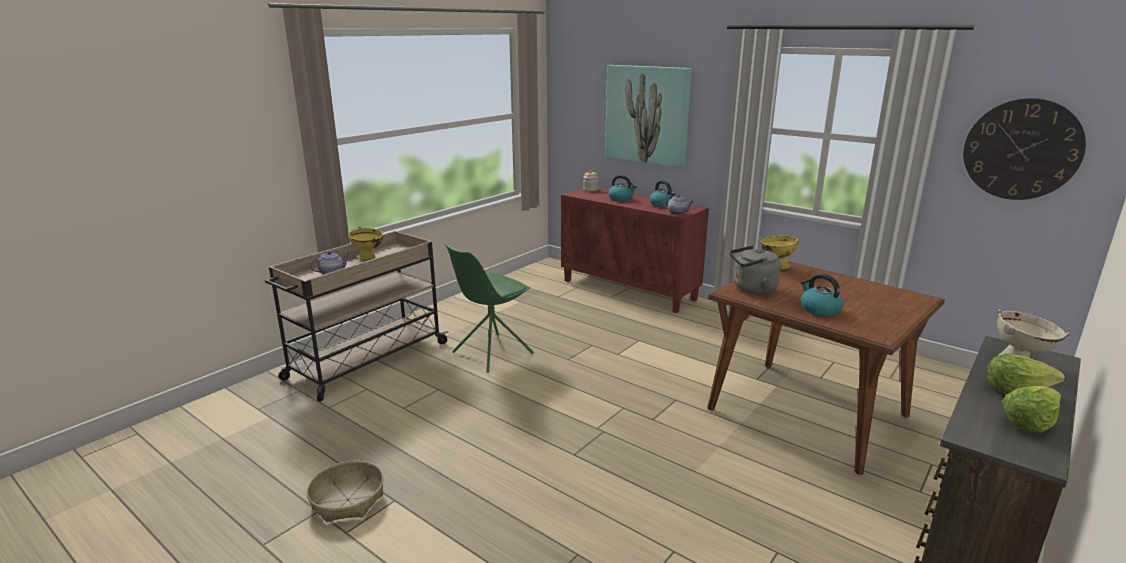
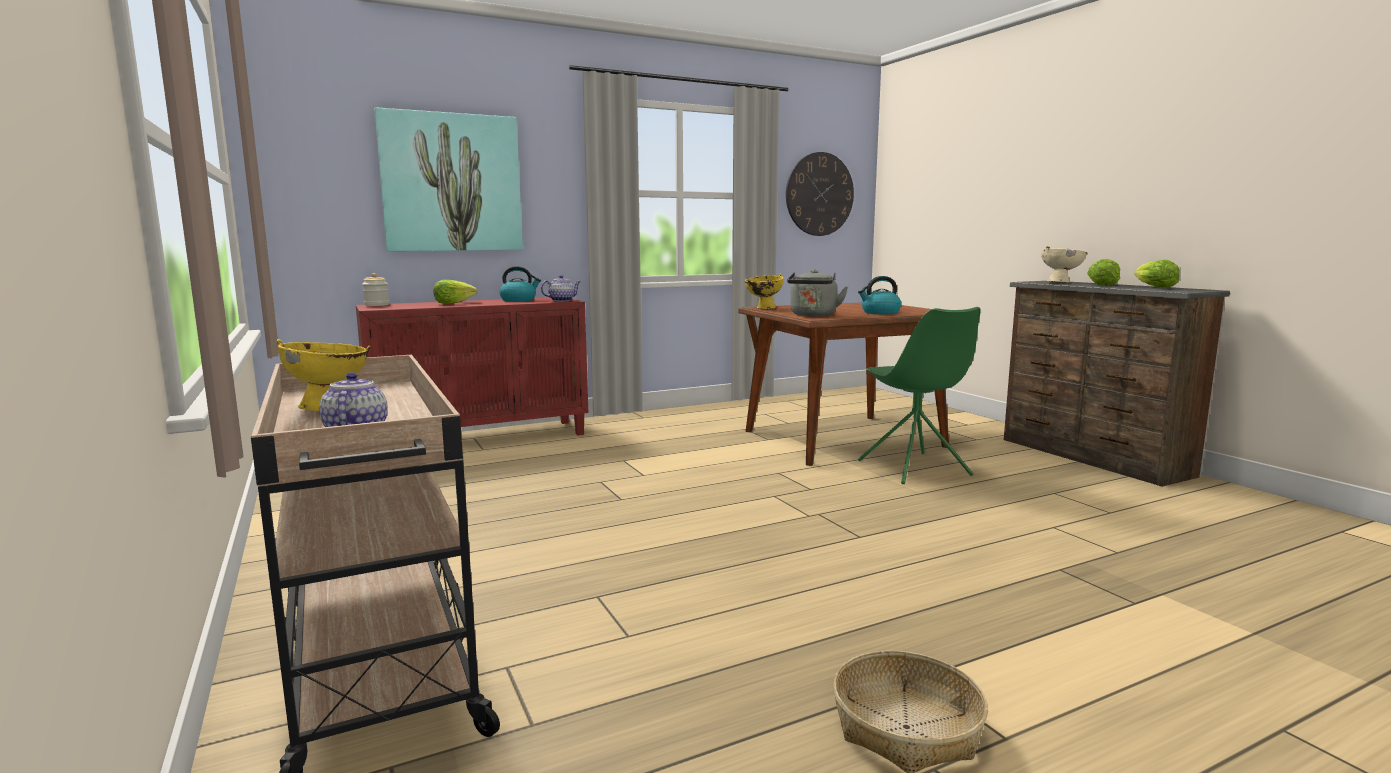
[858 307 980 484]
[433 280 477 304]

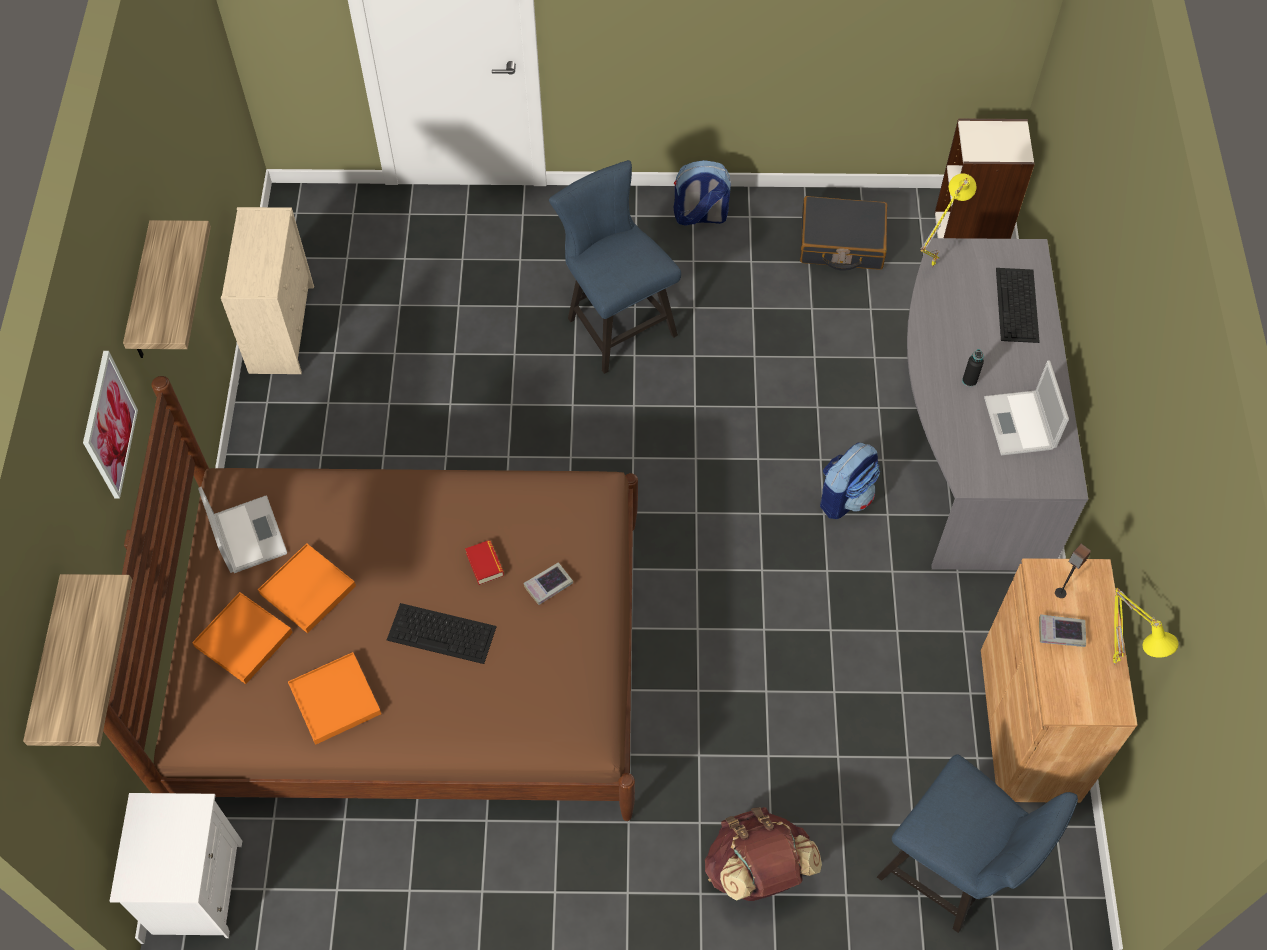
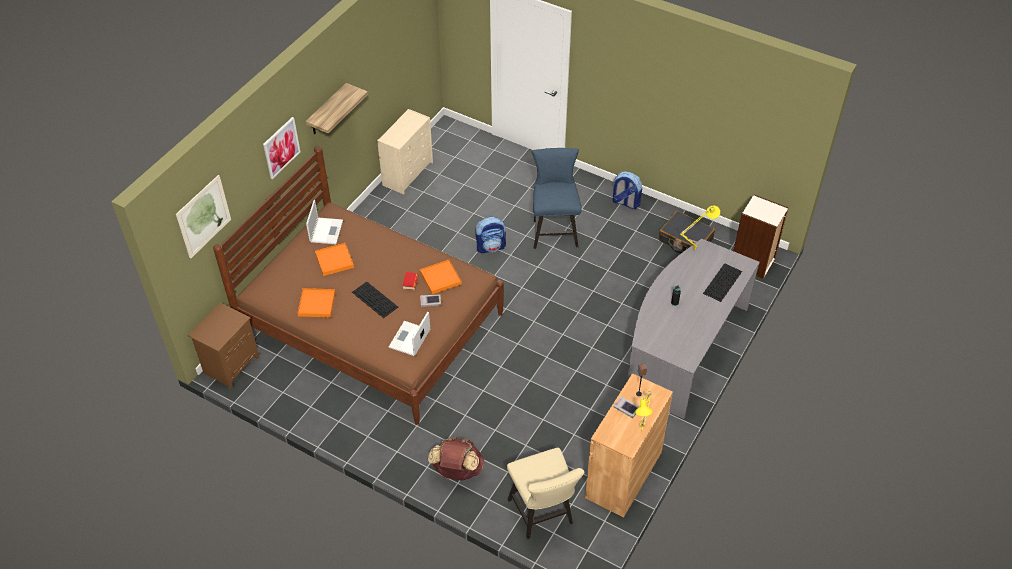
[420 260 462 294]
[475 217 506 253]
[389 312 430 356]
[176 175 231 259]
[188 303 259 389]
[507 448 585 539]

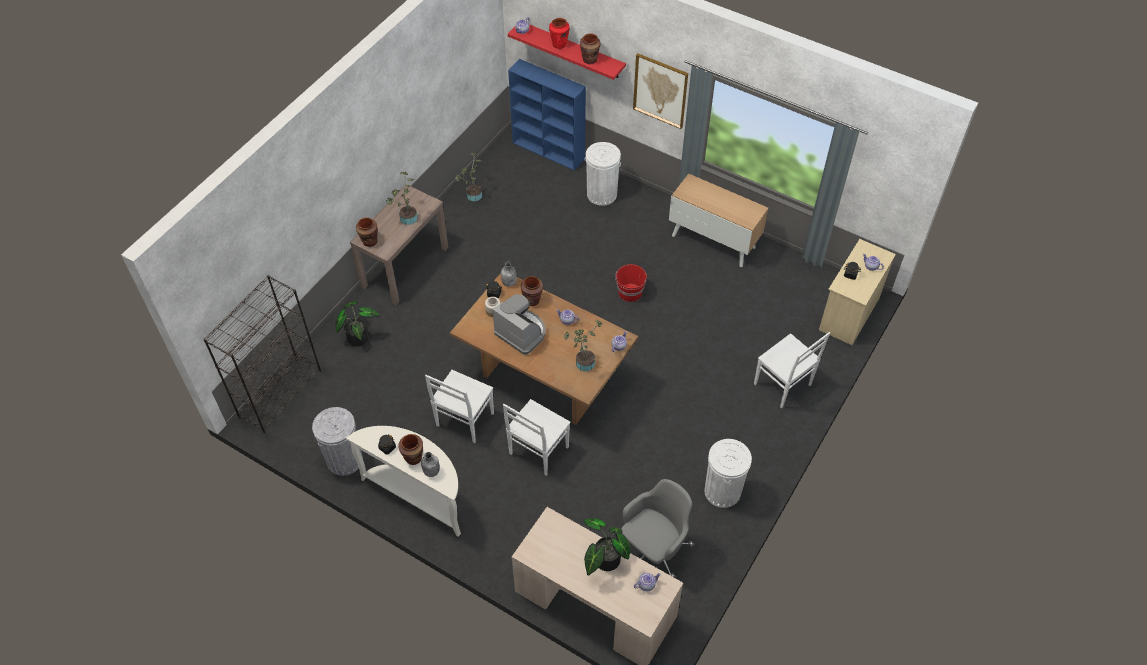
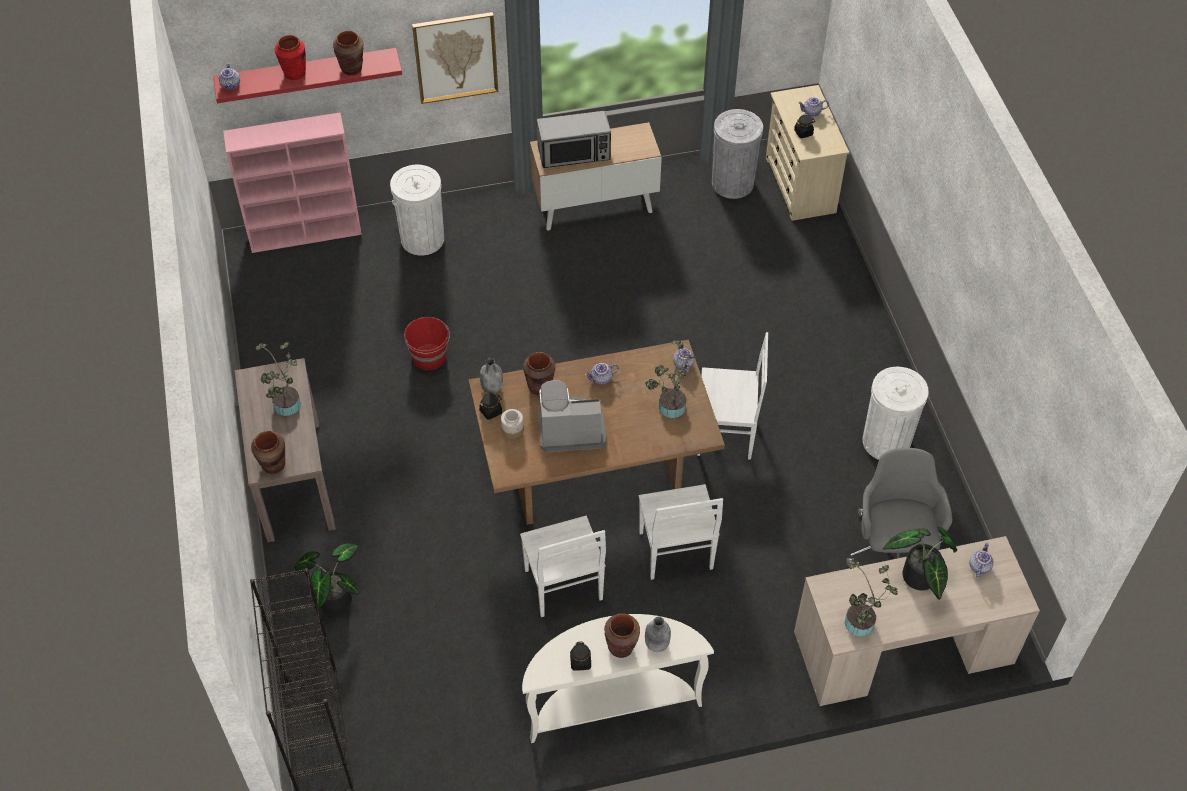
[537 111 611 168]
[712 109 763 199]
[845 560 898 637]
[404 317 450 370]
[697 332 768 460]
[223 113 362 253]

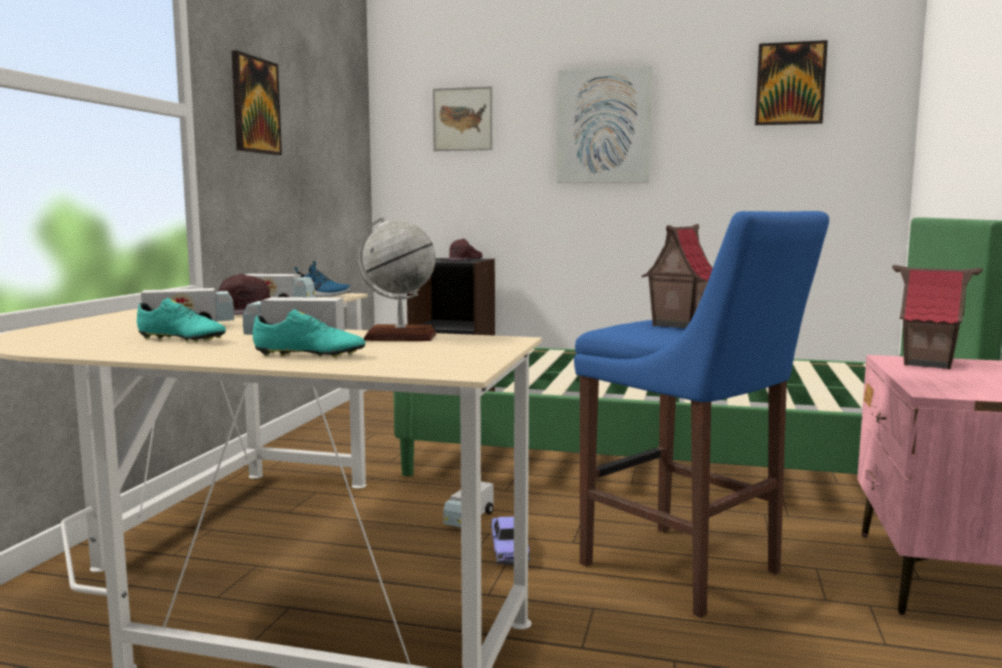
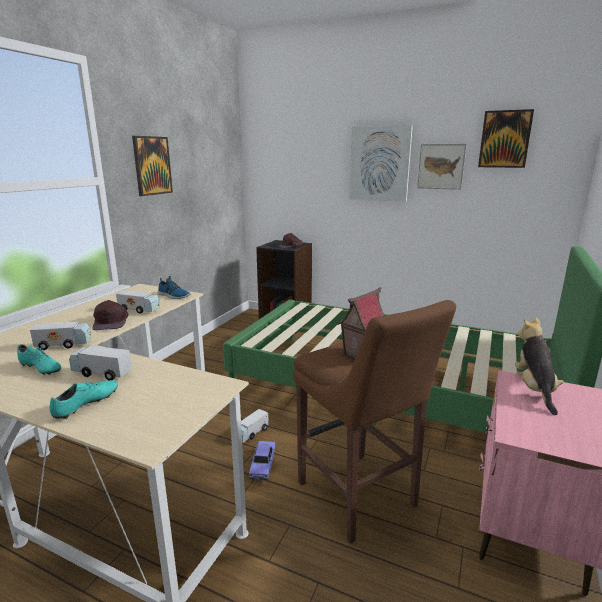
[356 217 436 341] (first image)
[417 144 467 190]
[515 317 564 415]
[293 300 456 544]
[50 380 118 419]

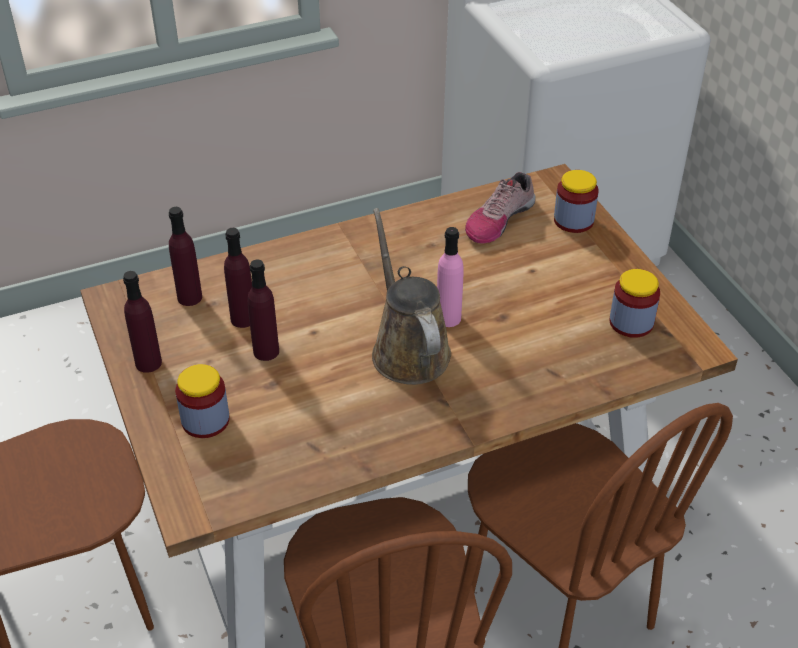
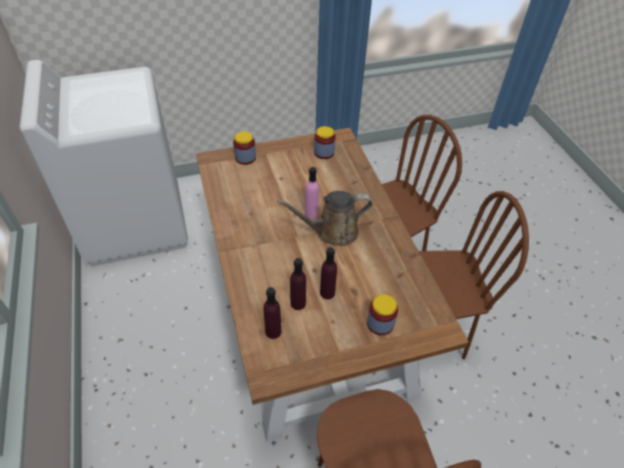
[123 271 162 373] (first image)
[465 172 536 244] (first image)

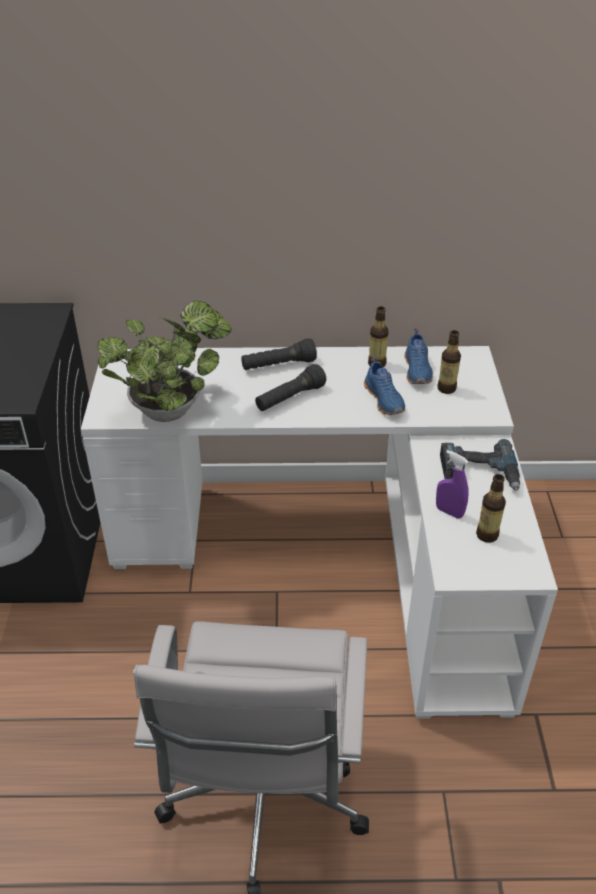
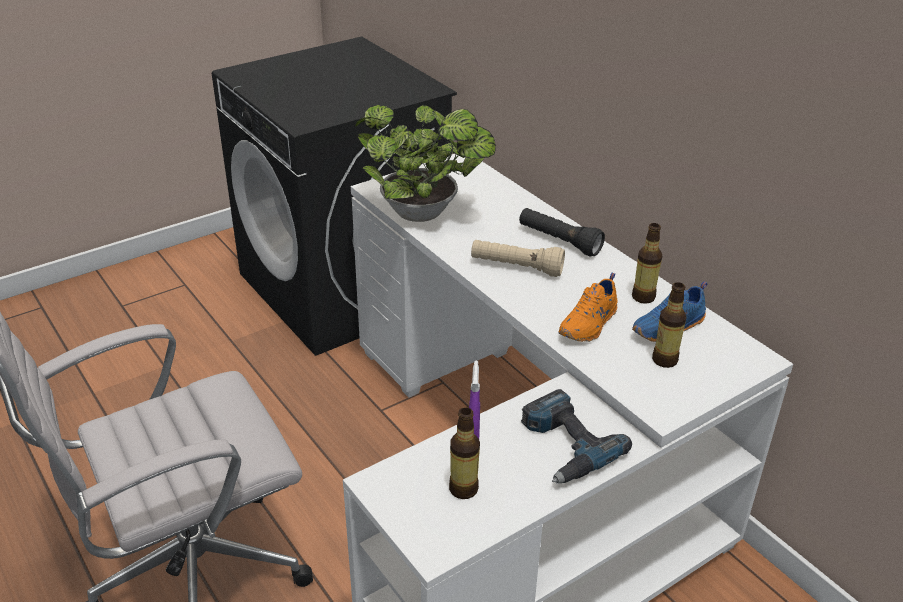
[471 240 565 277]
[559 273 618 342]

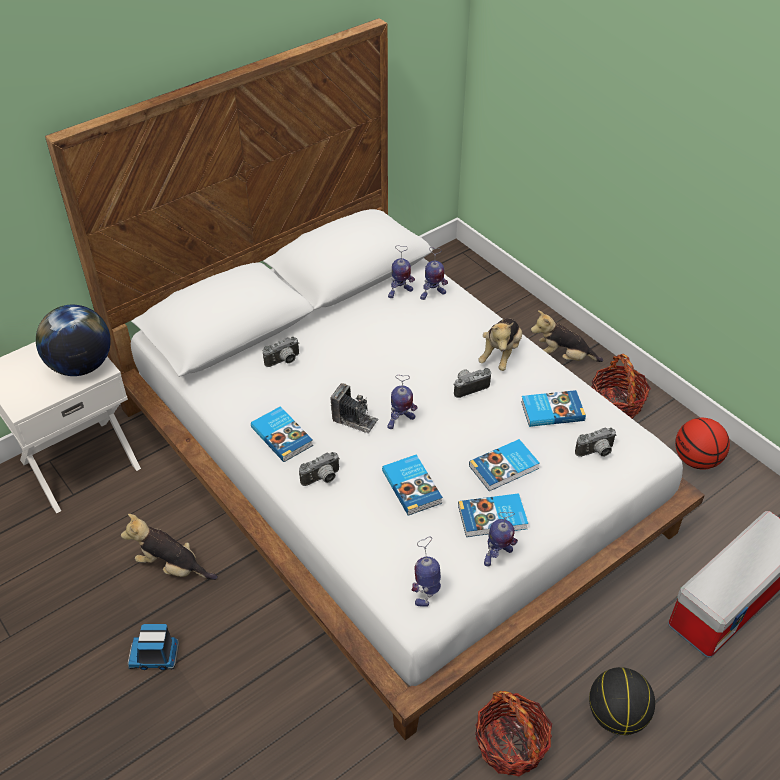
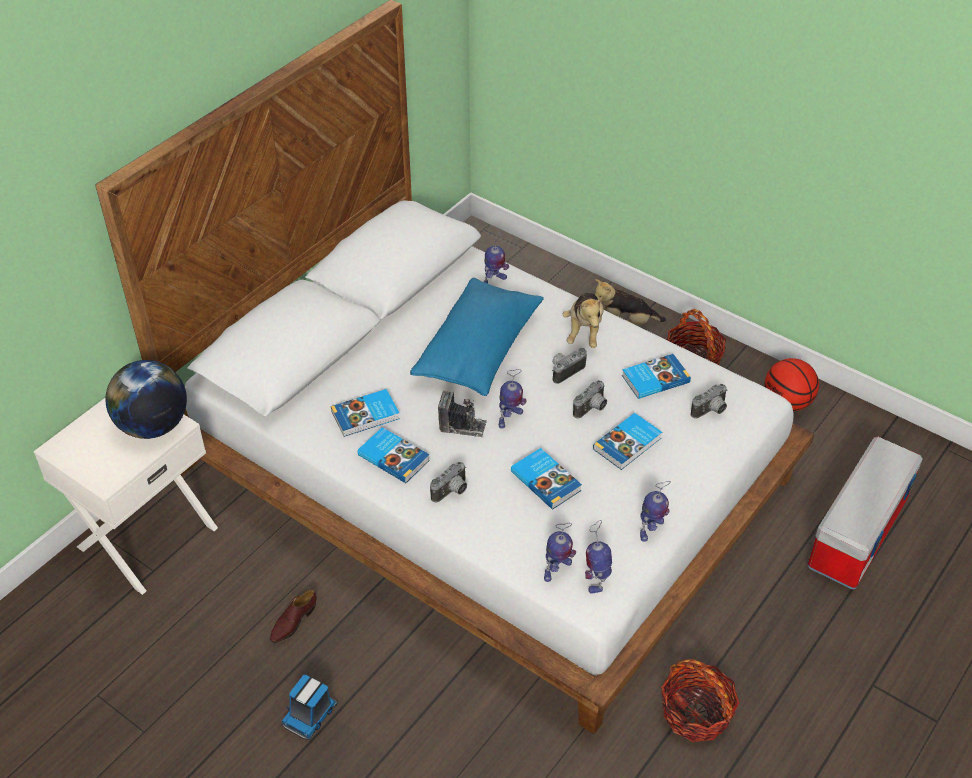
[589 667 655 735] (first image)
[410 278 544 396]
[573 380 607 419]
[544 523 576 582]
[331 389 400 437]
[270 589 316 643]
[282 675 338 740]

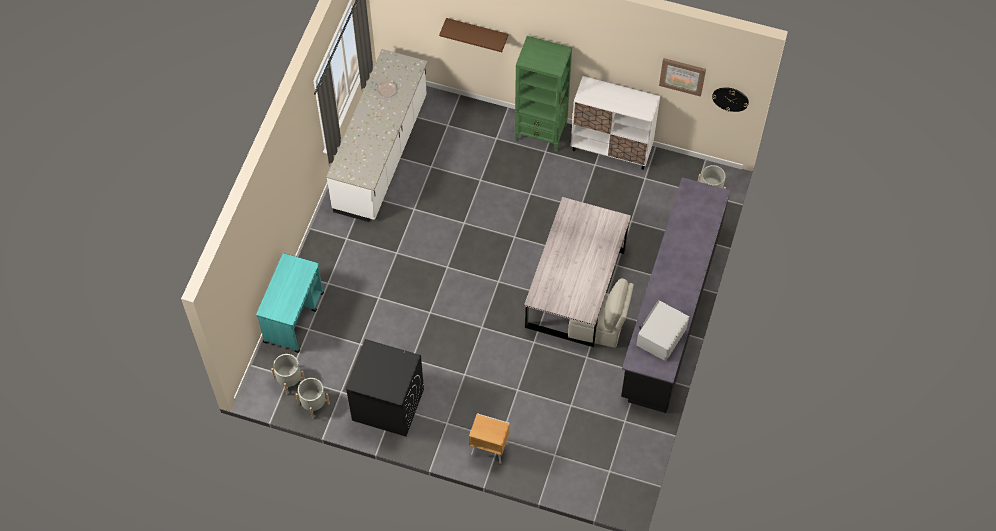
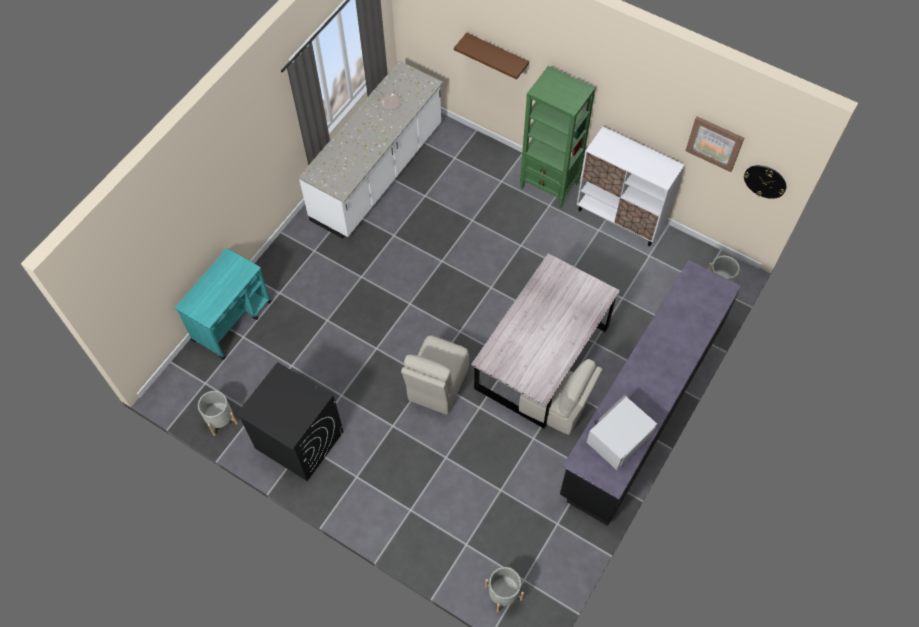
[469 413 510 464] (first image)
[401 335 469 415]
[485 567 524 612]

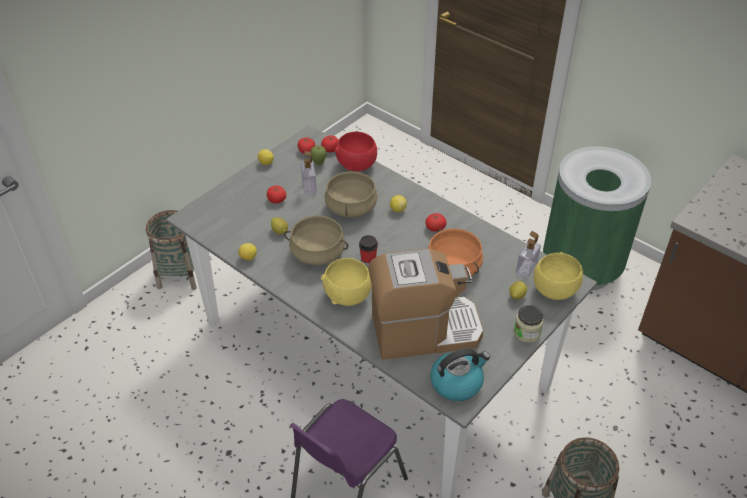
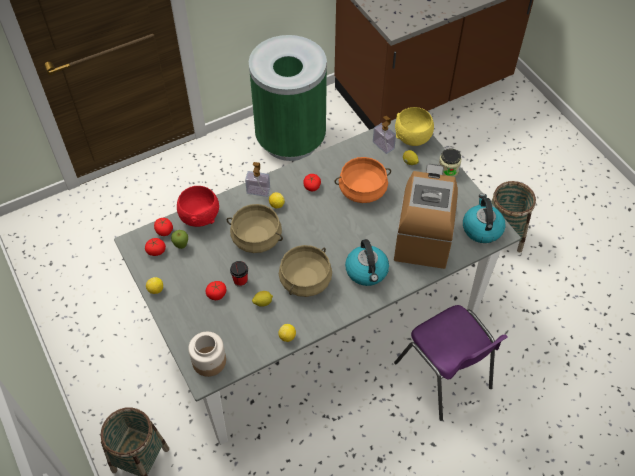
[188 332 226 377]
[245 162 270 197]
[230 261 248 287]
[345 239 389 286]

